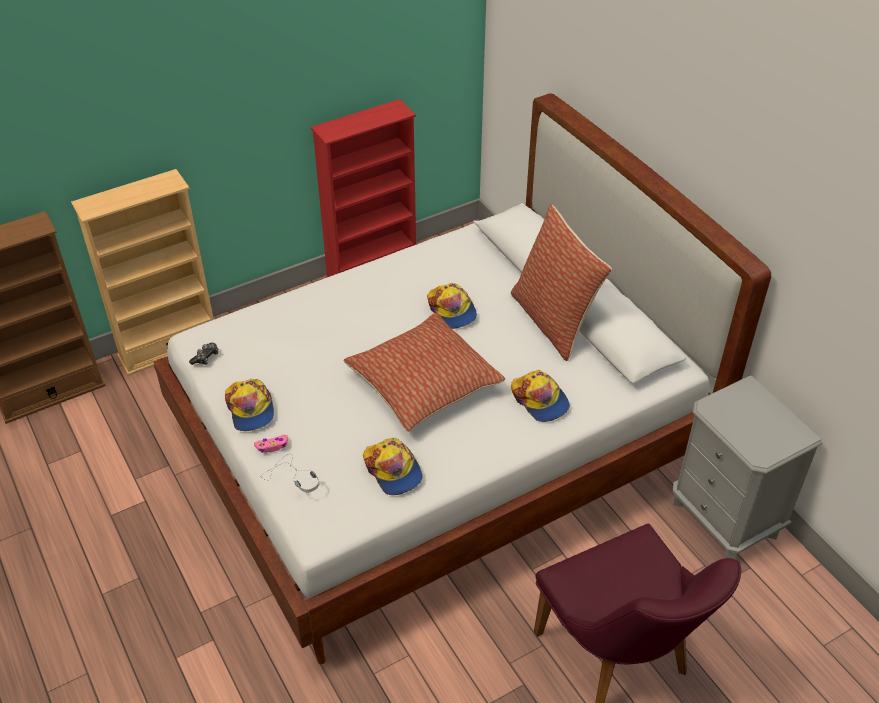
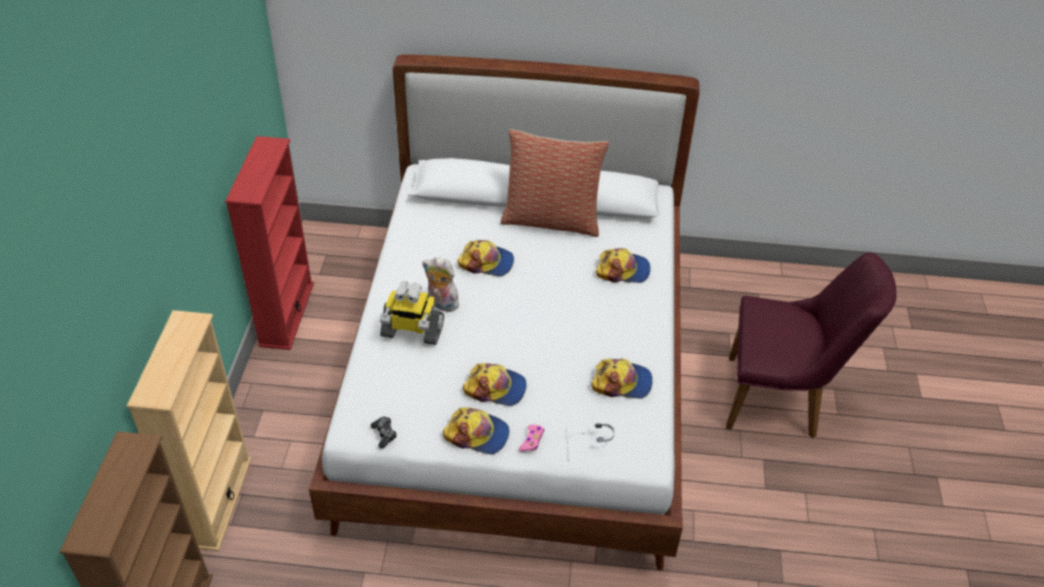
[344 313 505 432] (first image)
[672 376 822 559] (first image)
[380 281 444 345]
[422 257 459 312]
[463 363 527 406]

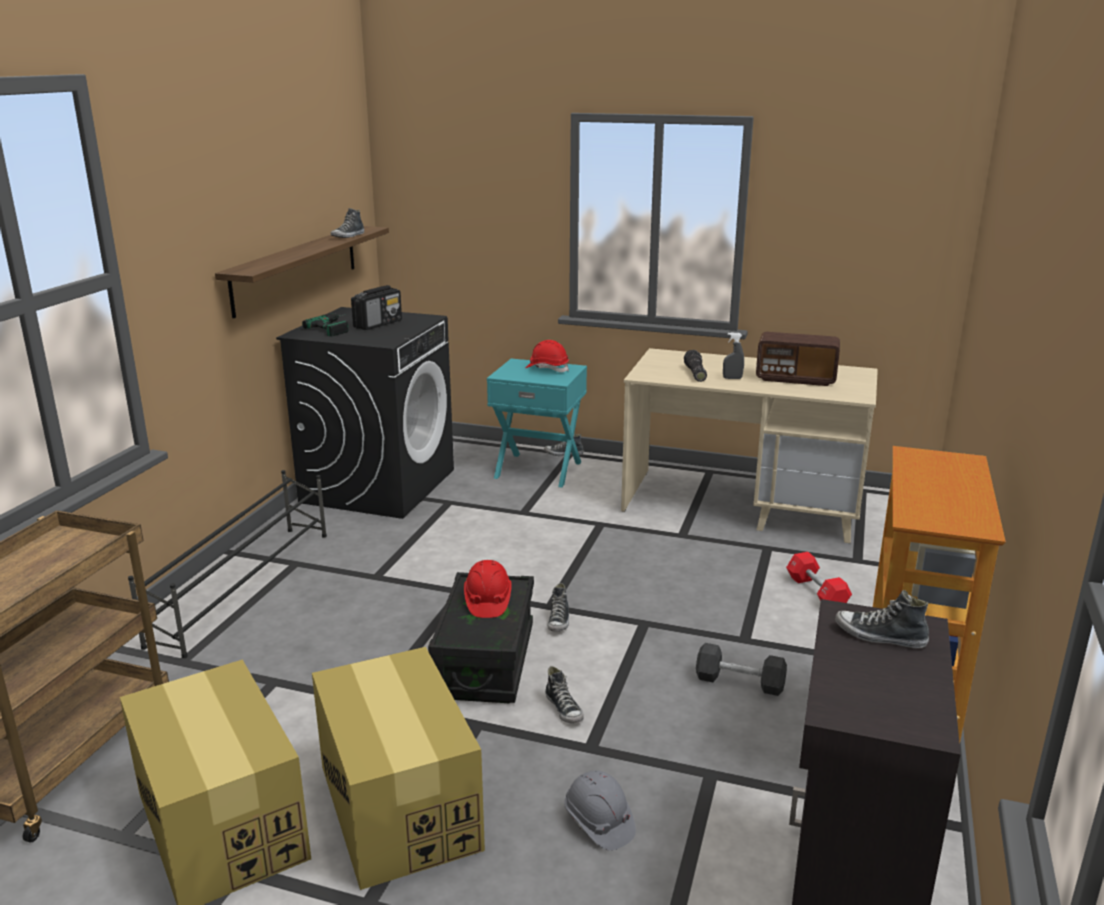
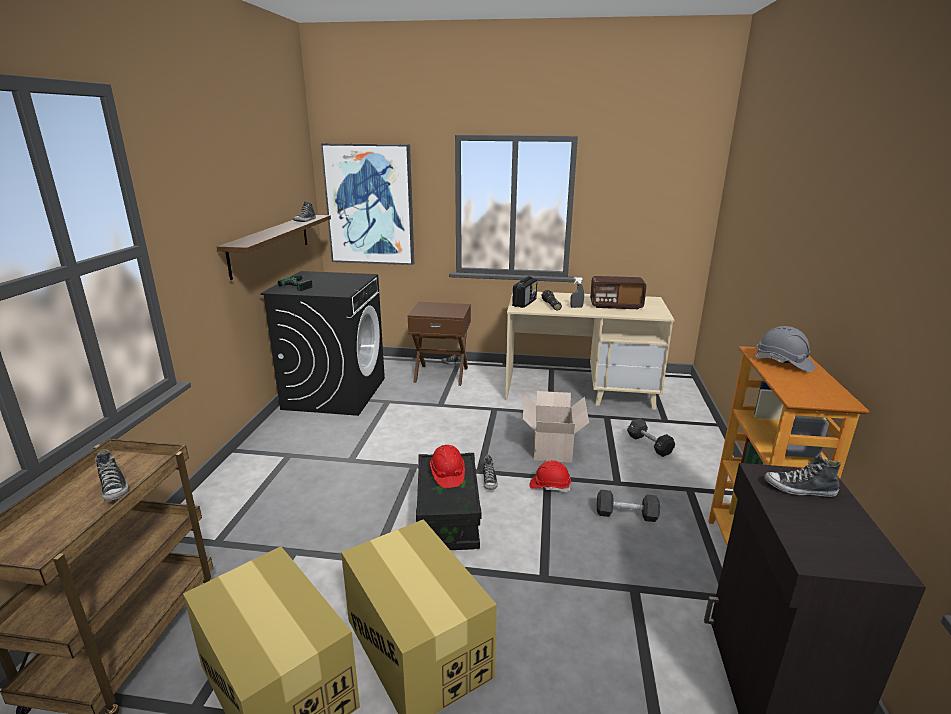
[128 470 327 658] (first image)
[321 143 414 265]
[523 391 589 463]
[512 276 537 308]
[529 461 571 492]
[95 449 129 501]
[755 326 815 372]
[407 302 471 386]
[627 418 675 457]

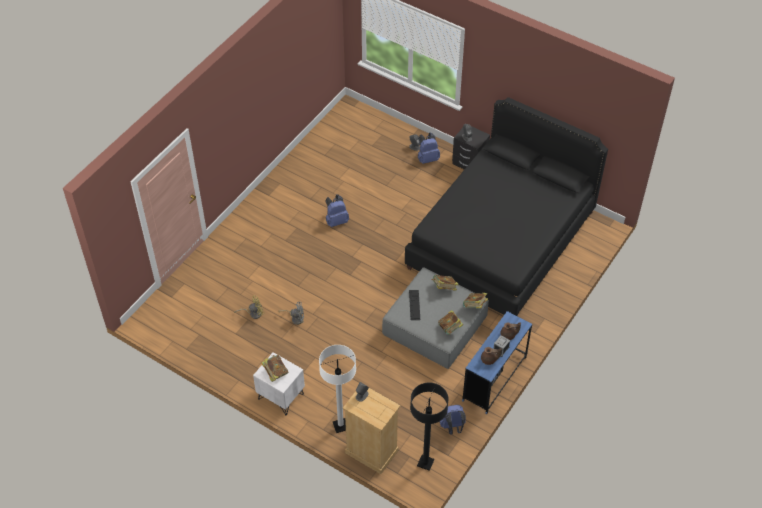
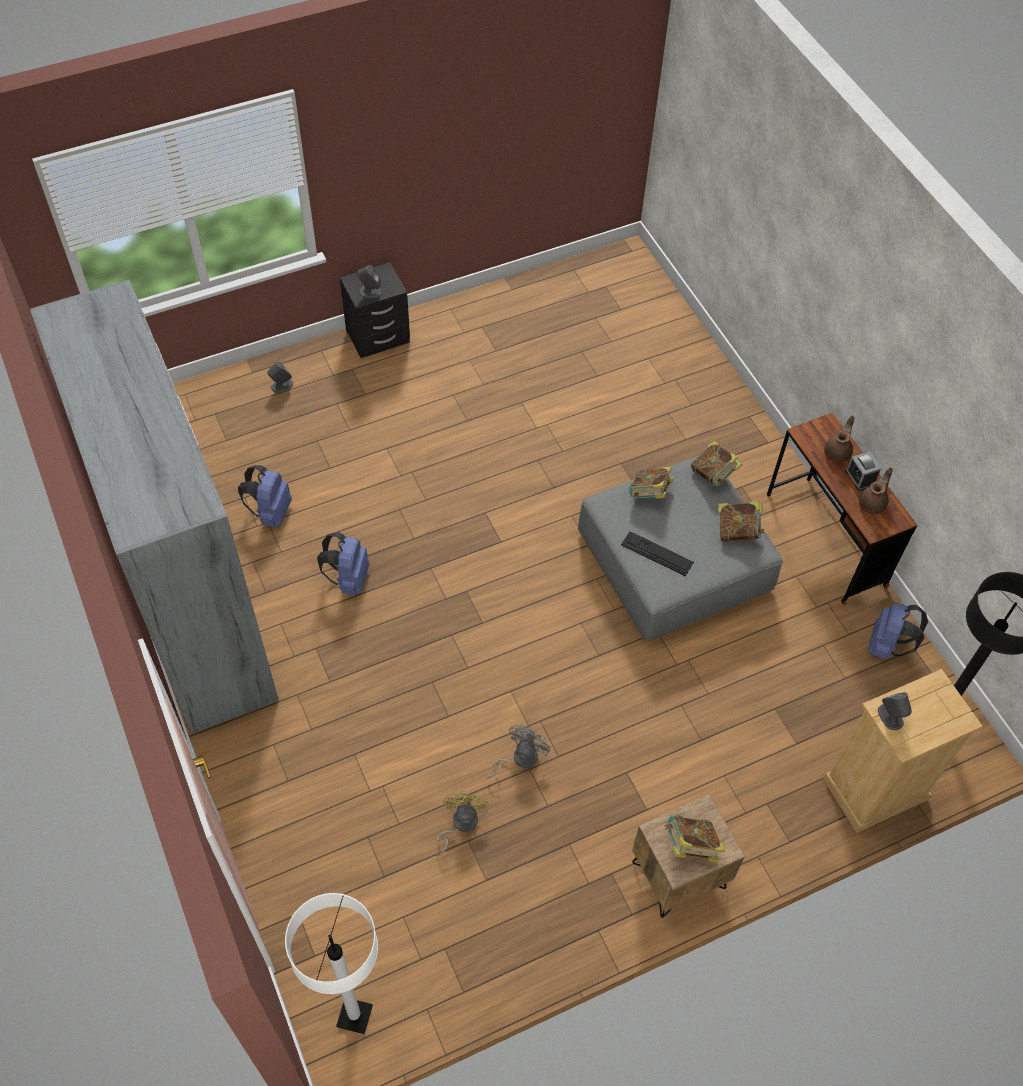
[405 97 608 316] (first image)
[30 280 279 734]
[285 893 378 1034]
[238 465 292 527]
[632 795 745 918]
[767 412 917 605]

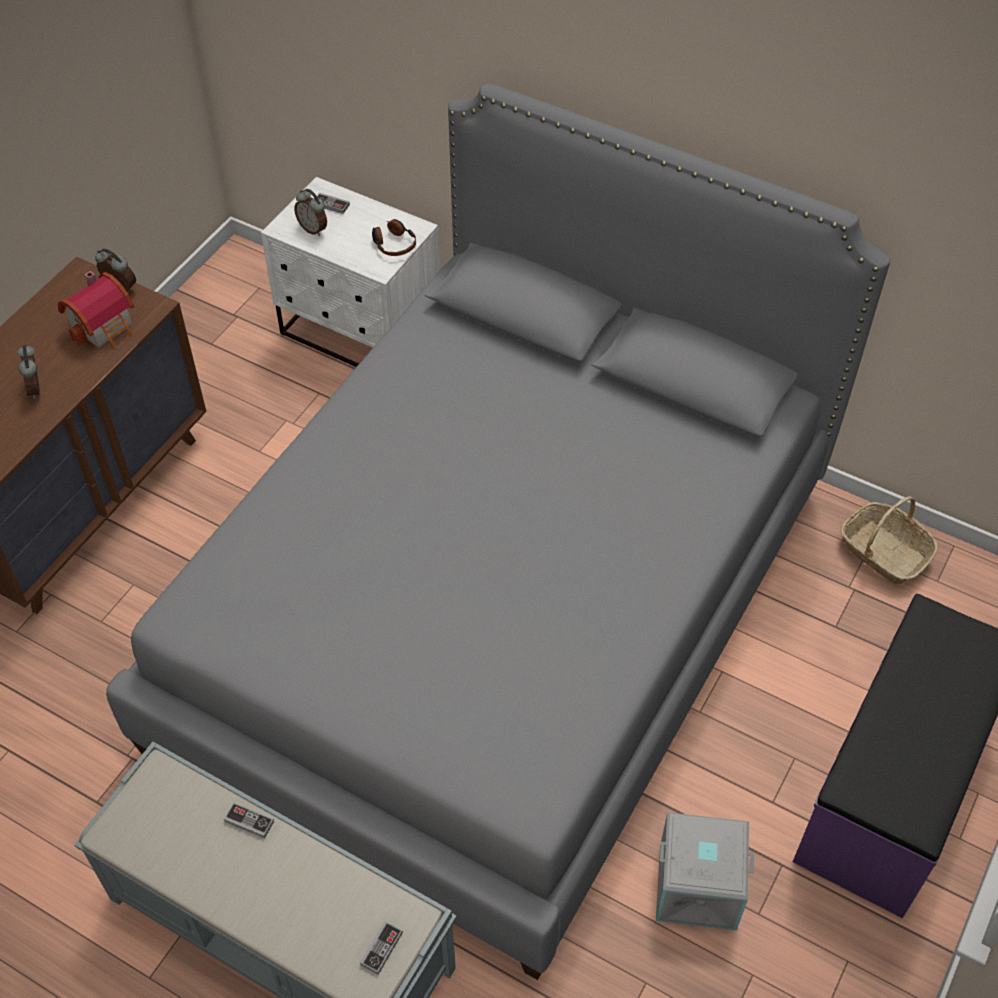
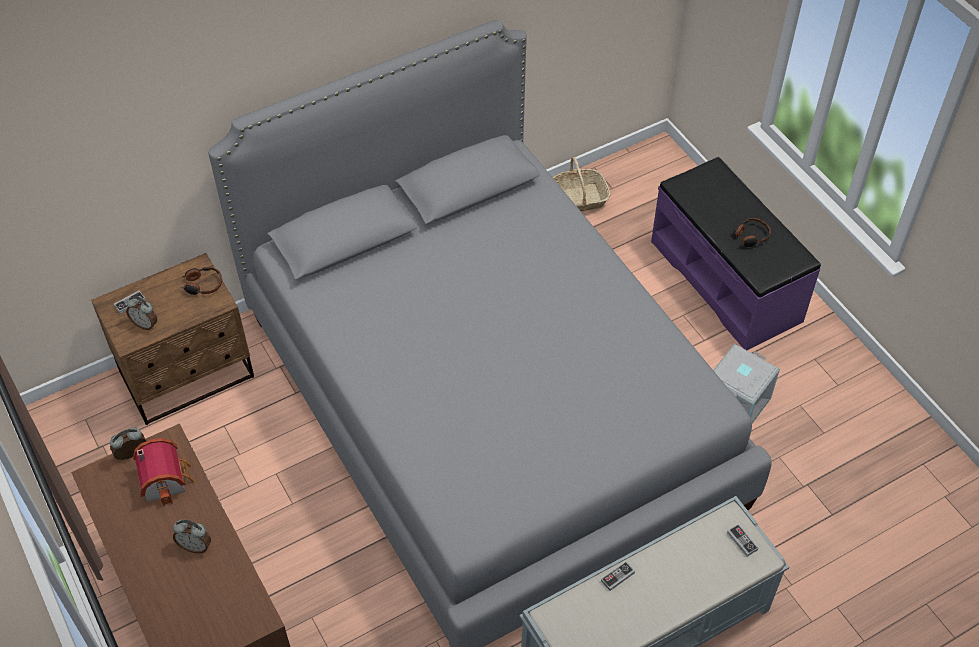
[732 218 771 247]
[91 253 254 425]
[126 296 157 330]

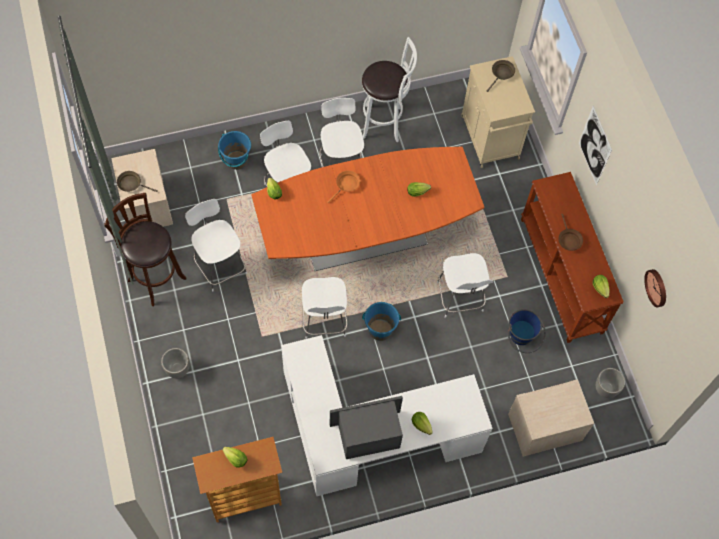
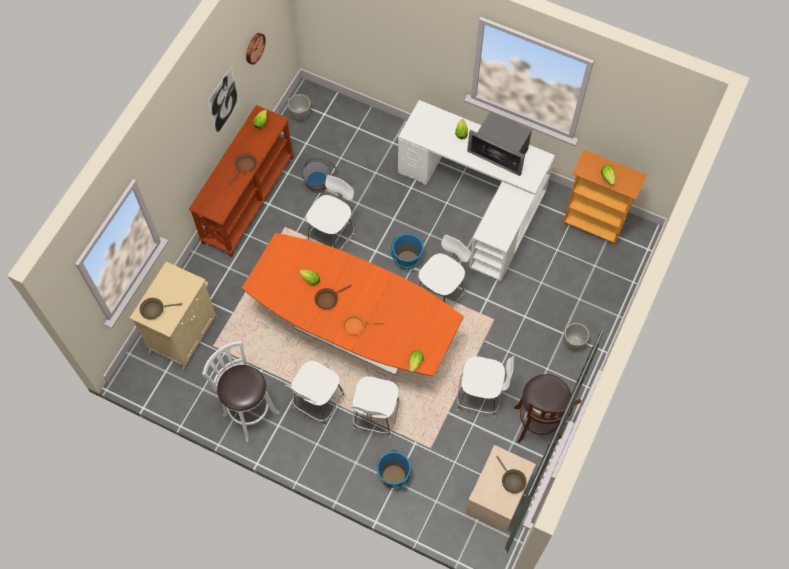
[508 380 594 457] (first image)
[314 285 352 309]
[207 65 239 136]
[301 158 337 193]
[457 356 514 418]

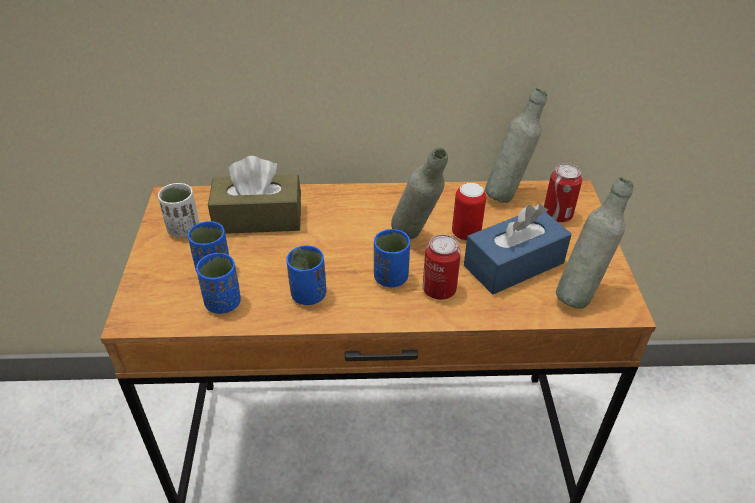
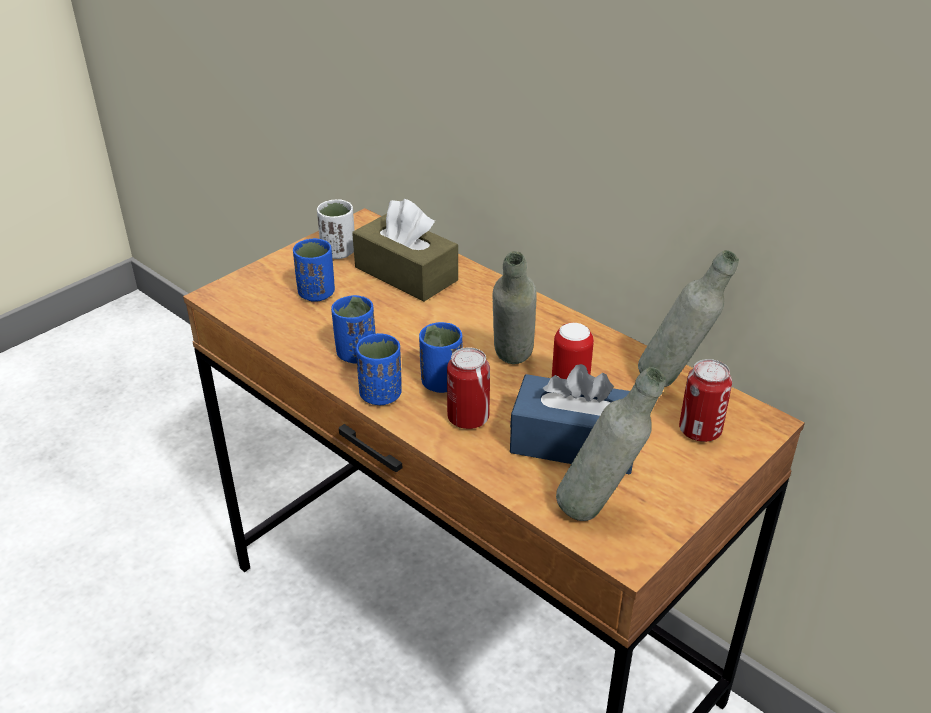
[356 333 402 405]

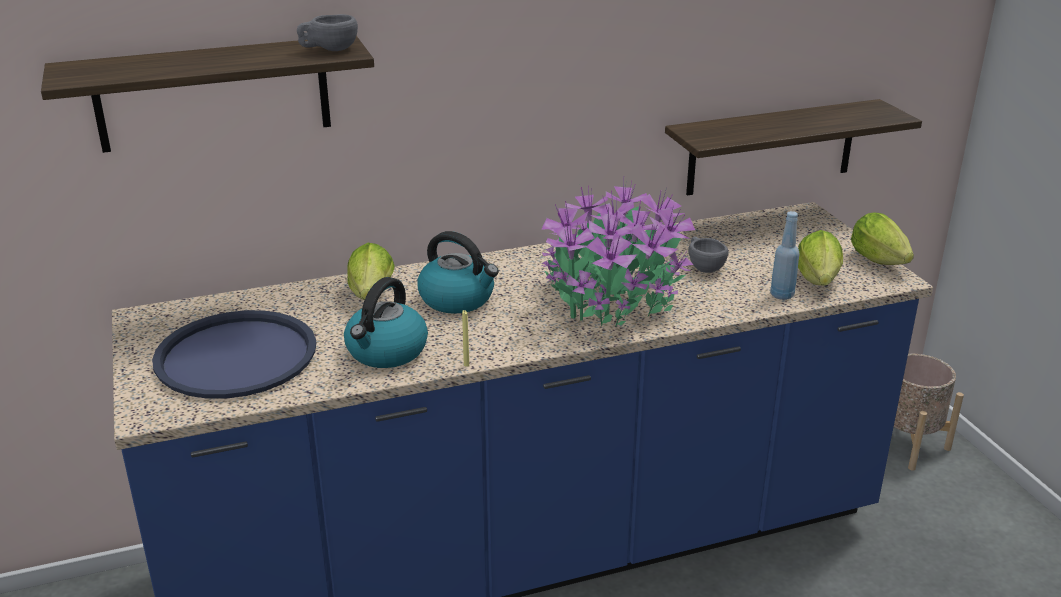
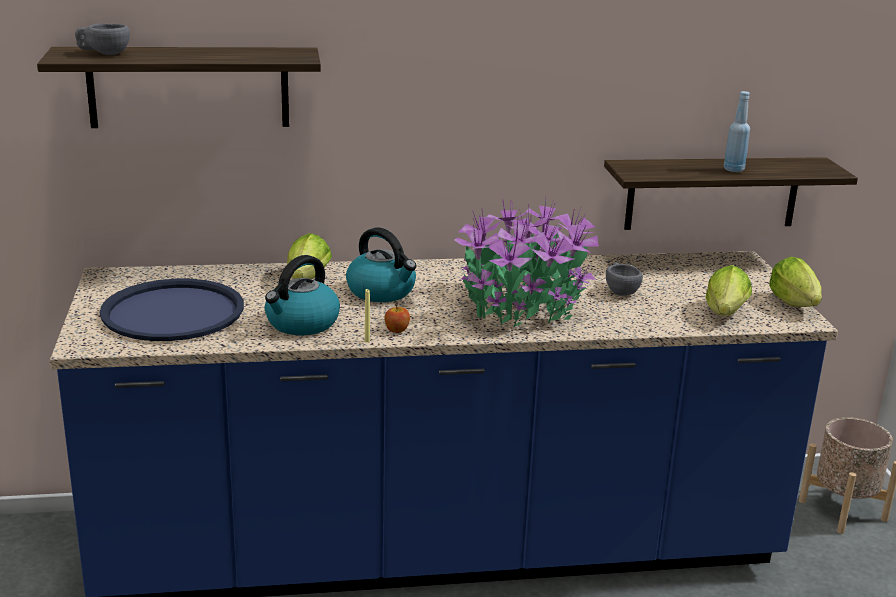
[385 304 410 333]
[75 23 130 55]
[724 91 750 172]

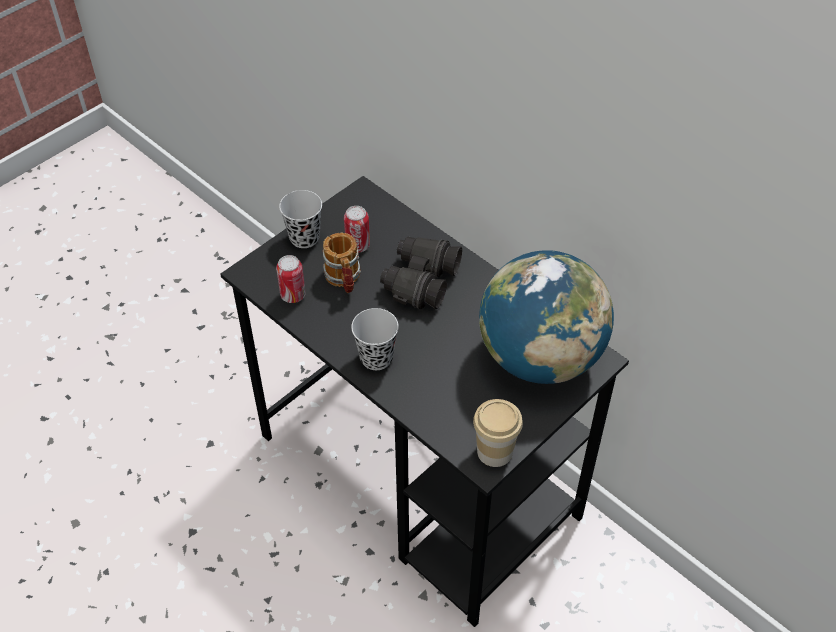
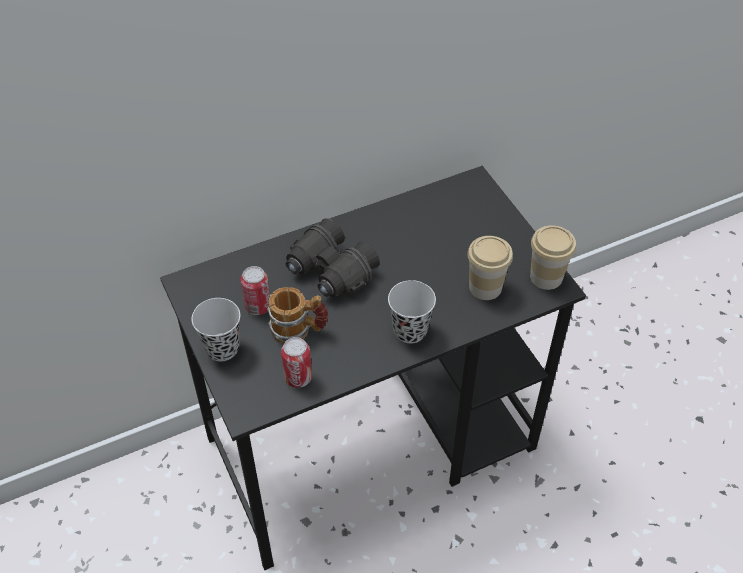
[479 250 614 384] (first image)
[467 236 513 300]

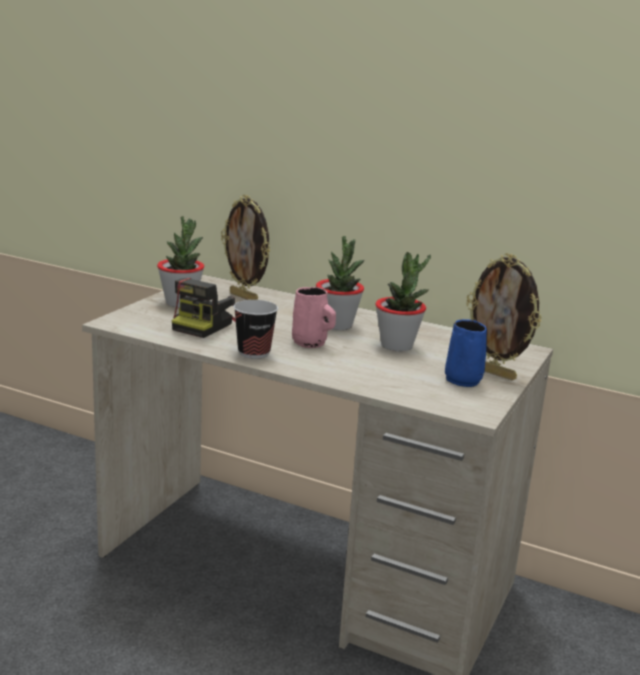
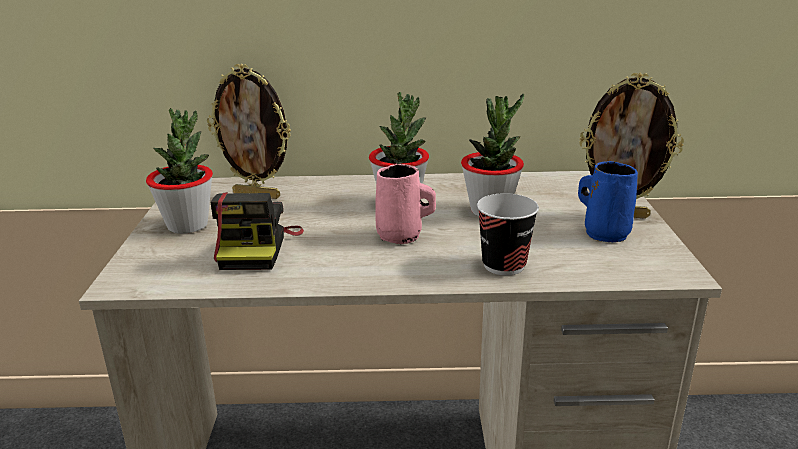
[477 193 539 275]

